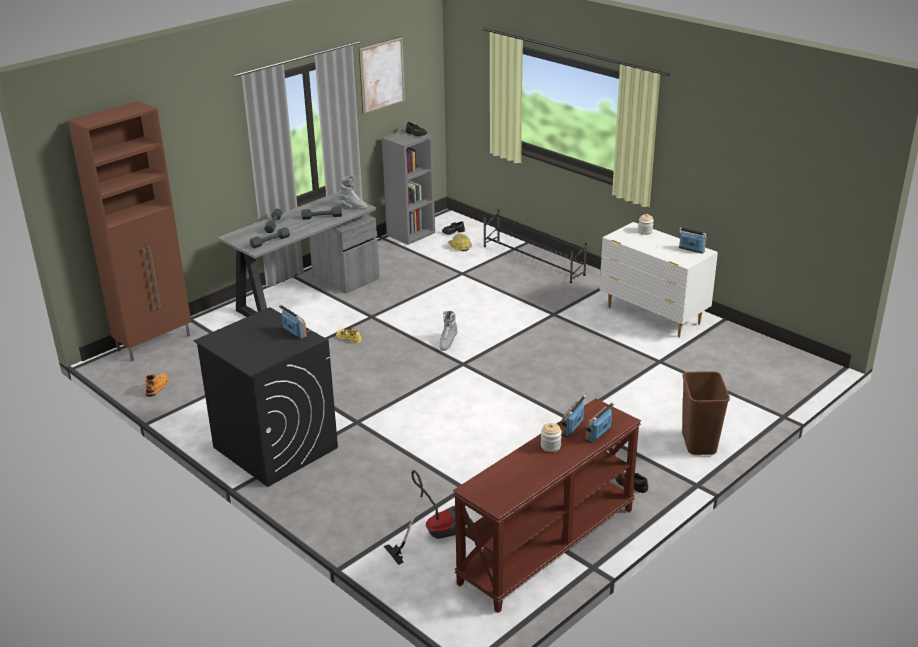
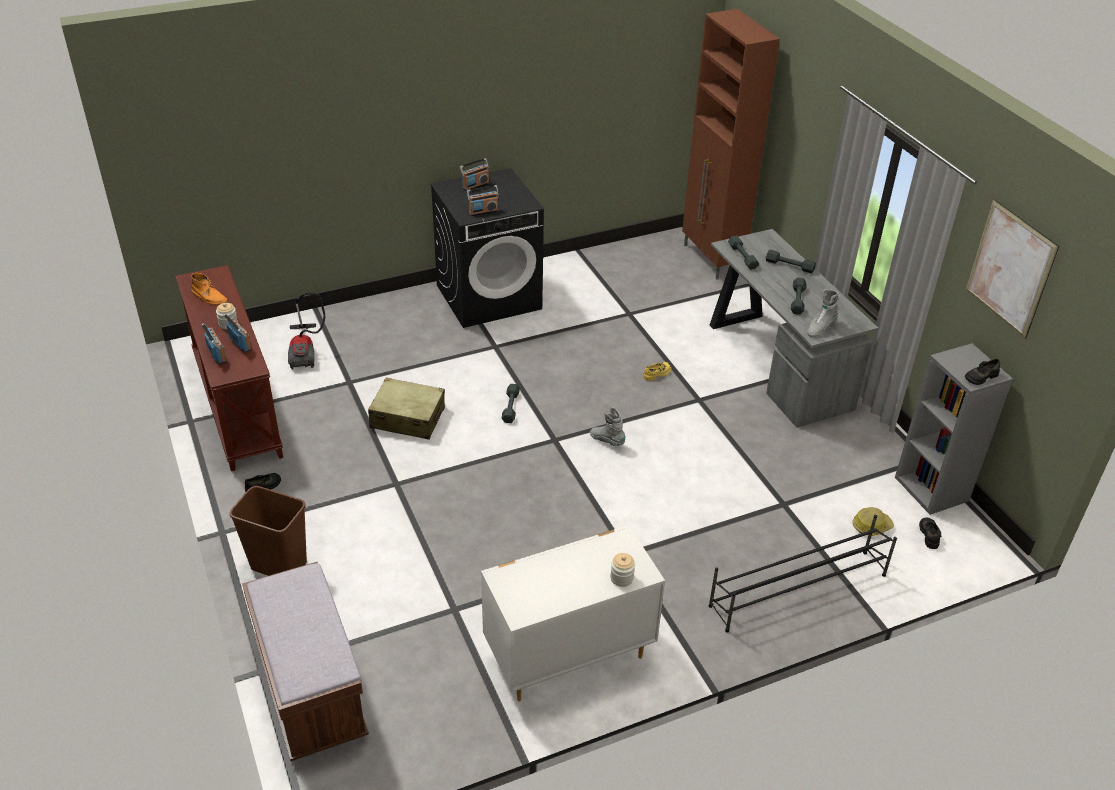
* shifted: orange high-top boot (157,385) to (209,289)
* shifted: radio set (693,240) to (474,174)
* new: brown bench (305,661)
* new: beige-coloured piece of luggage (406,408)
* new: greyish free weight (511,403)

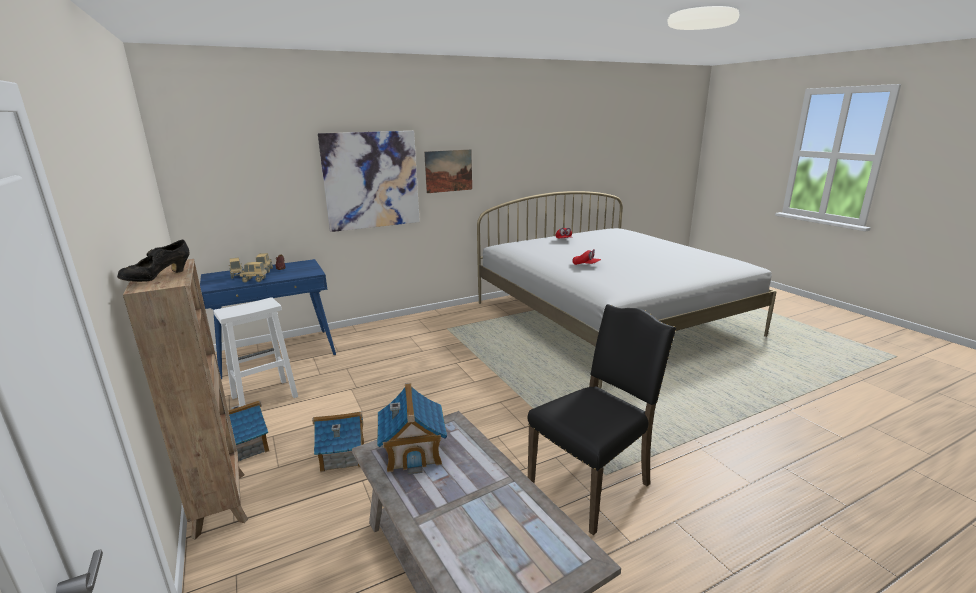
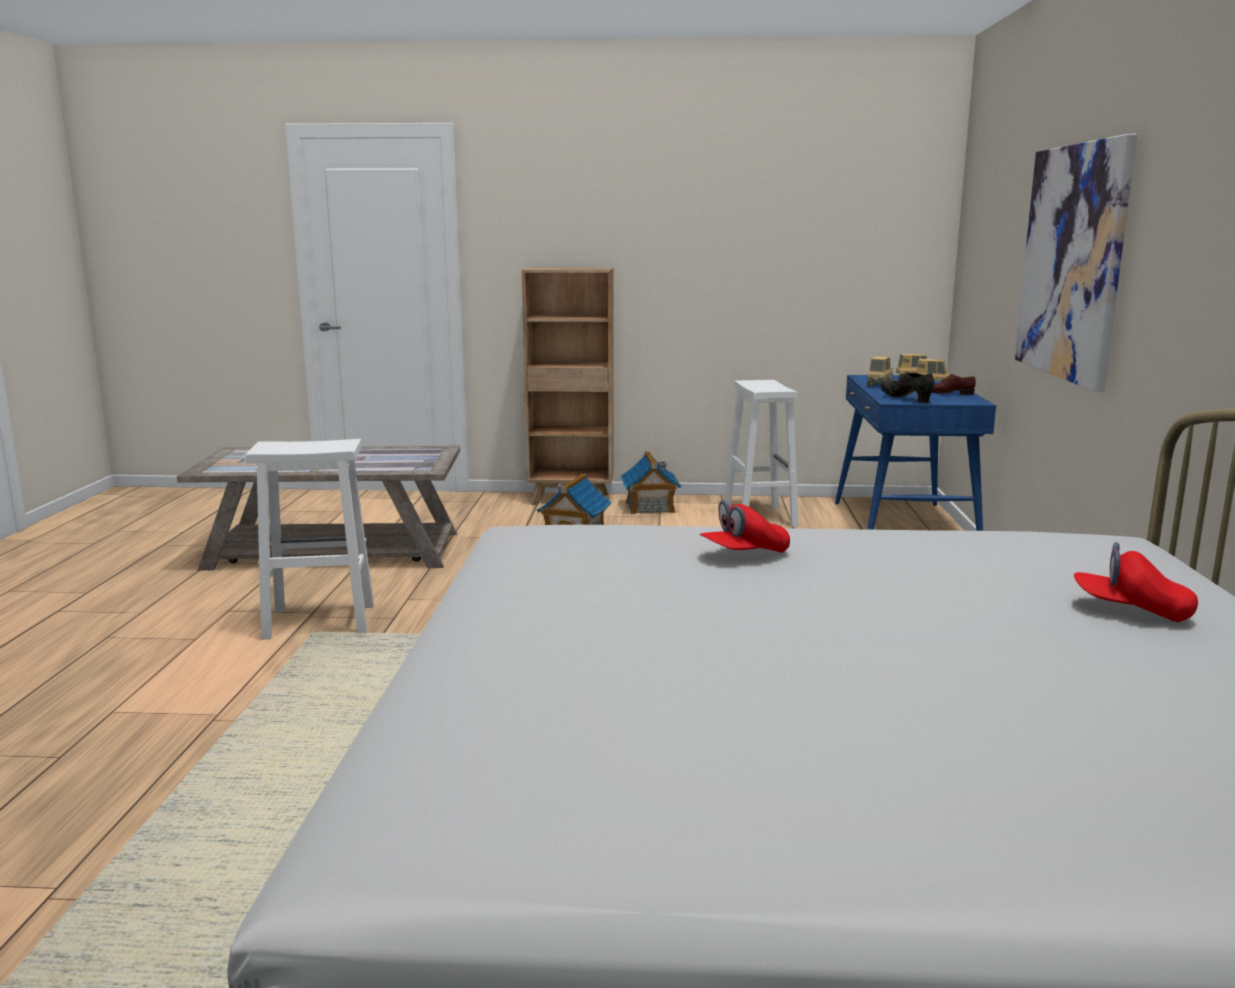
* shifted: black shoe (153,261) to (908,387)
* gone: miniature house (412,429)
* gone: wall picture (448,171)
* swapped: black chair (601,419) to white-coloured sitting stool (310,539)

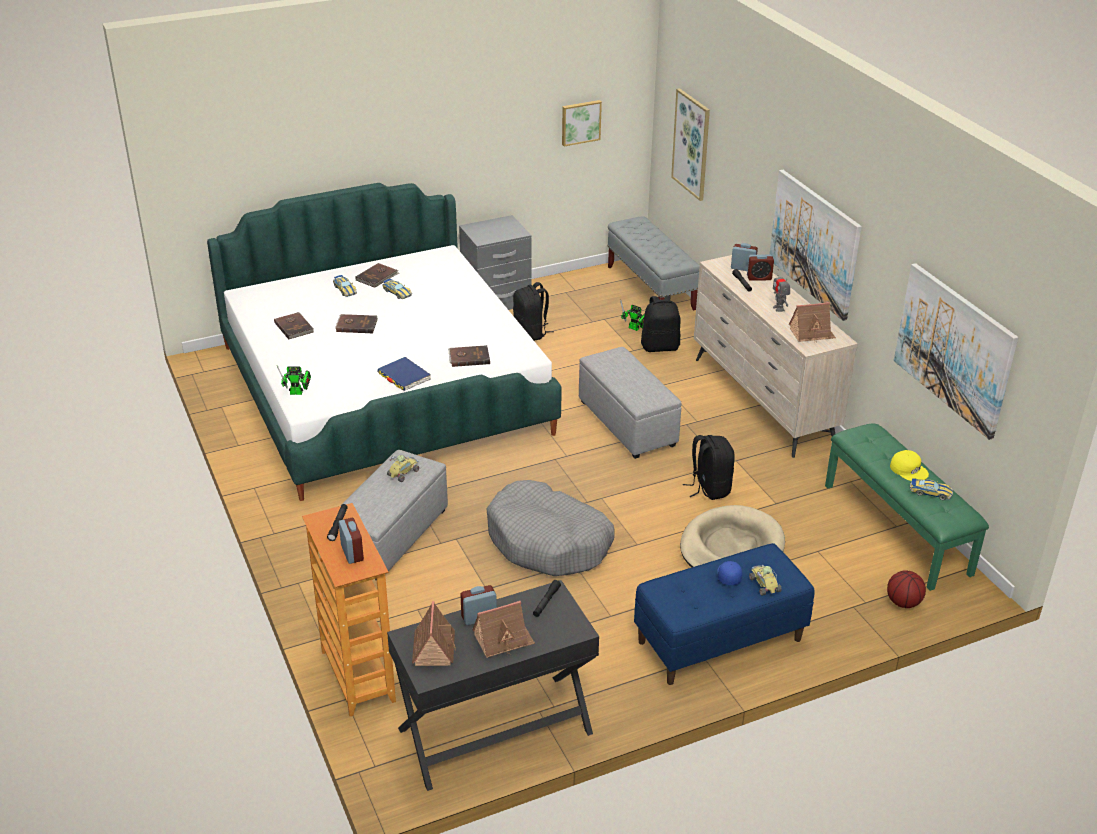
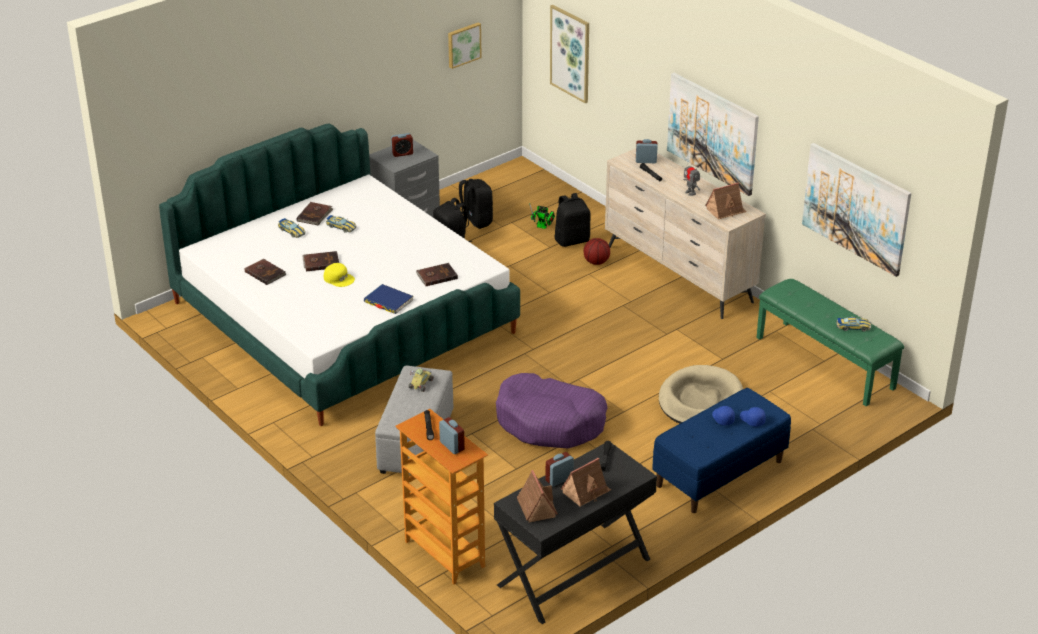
* gone: toy robot (294,380)
* repainted: greyish dog bed (550,528) to purple dog bed (552,410)
* gone: greyish ottoman (630,403)
* gone: greyish bench (653,263)
* shifted: black knapsack (709,467) to (476,204)
* shifted: alarm clock (760,267) to (402,145)
* swapped: toy car (765,580) to blue-coloured peaked cap (753,417)
* shifted: basketball ball (906,589) to (597,251)
* shifted: yellow-coloured peaked cap (909,465) to (339,275)

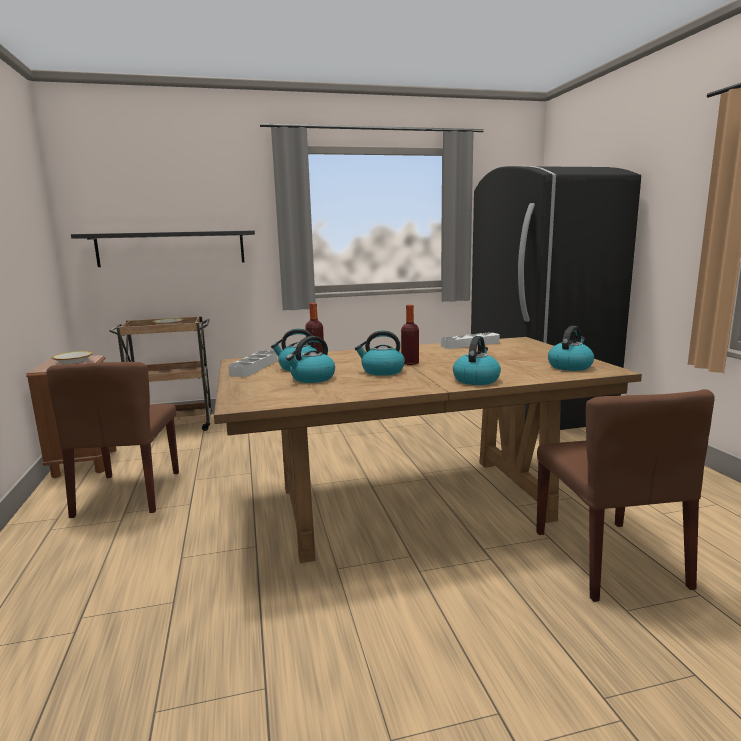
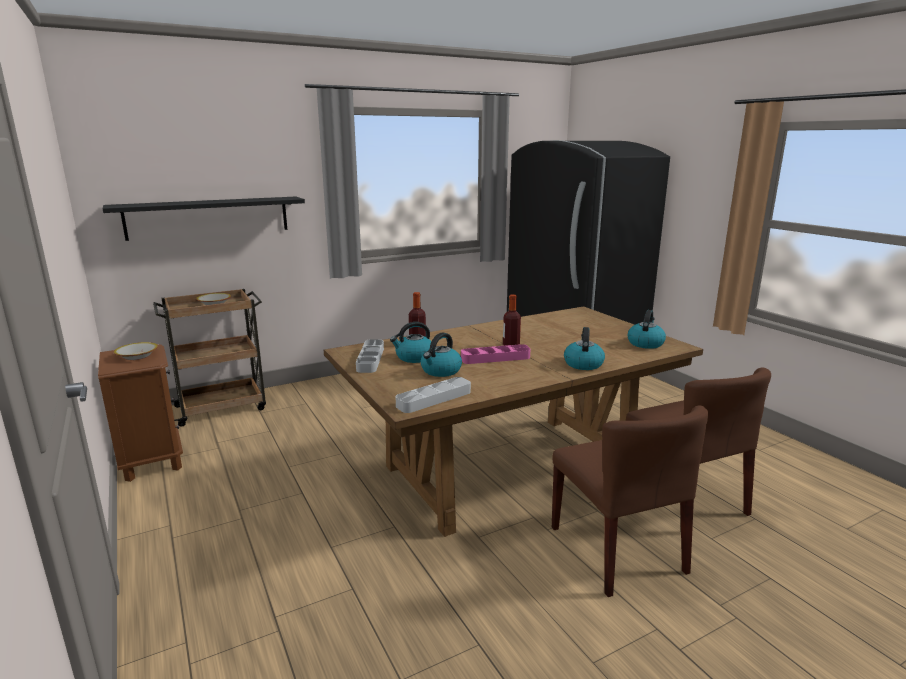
* shifted: brown chair (112,440) to (630,501)
* swapped: tea kettle (380,353) to pink tray (495,354)
* shifted: greyish tray (470,341) to (433,395)

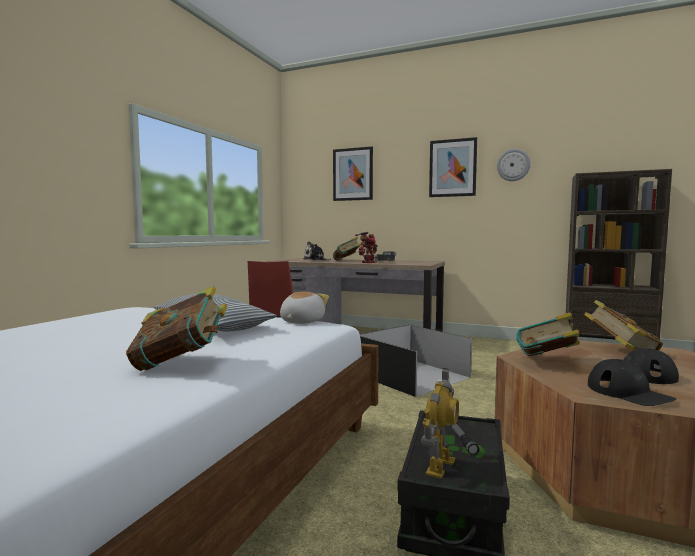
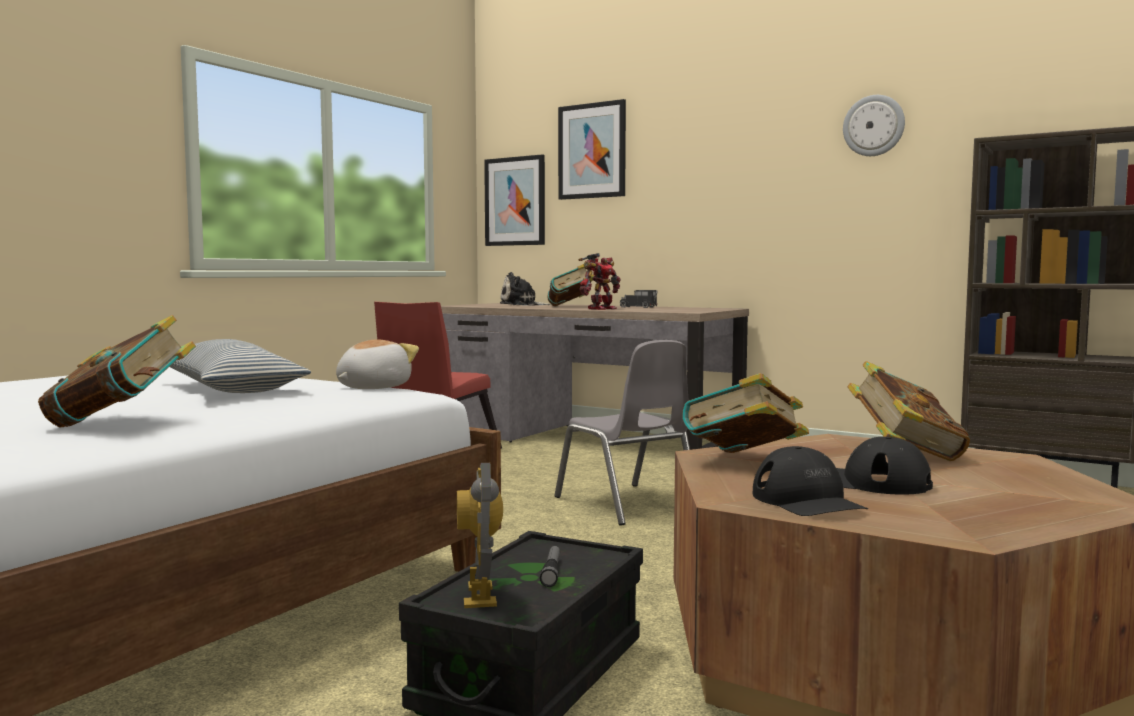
* swapped: black storage bin (416,360) to greyish chair (622,433)
* rotated: toy robot (440,423) = (480,535) 135 degrees clockwise
* shifted: wall picture (453,167) to (514,200)

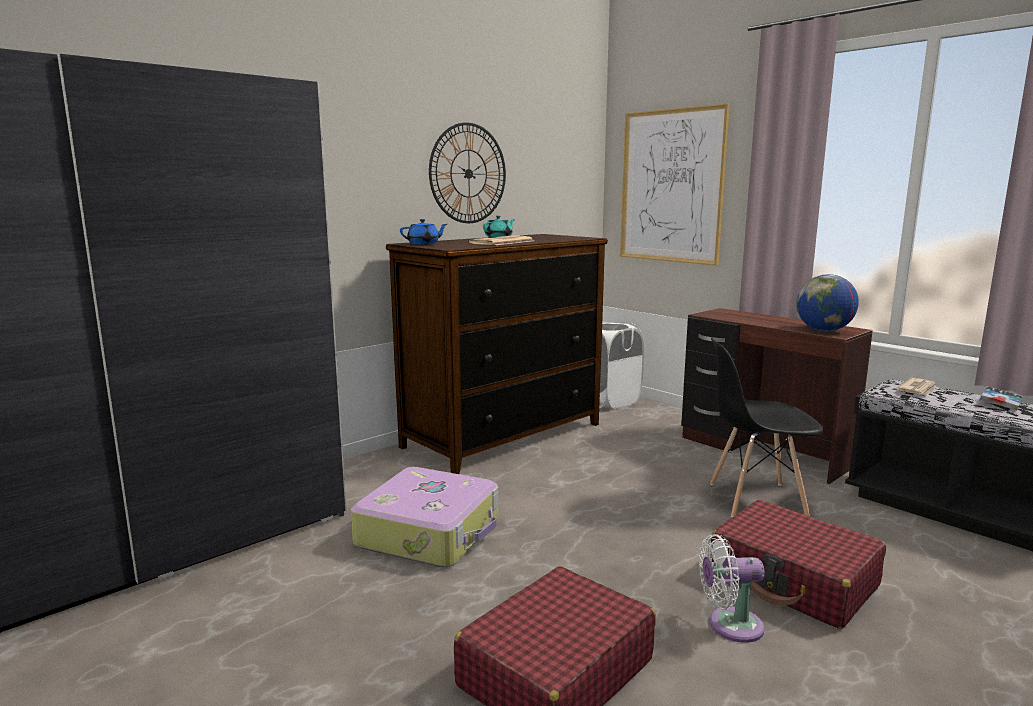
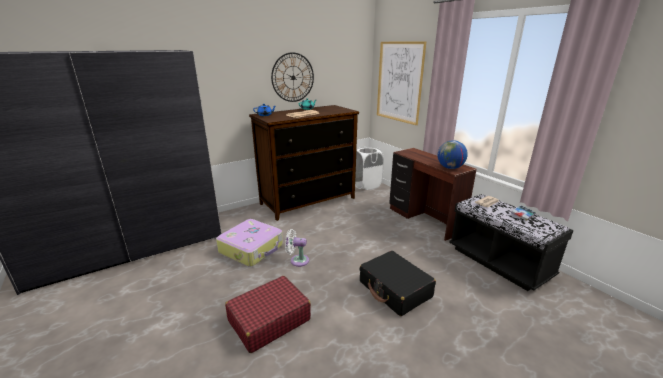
* shifted: white-coloured fan (732,588) to (297,248)
* gone: black chair (767,427)
* repainted: red-coloured piece of luggage (798,564) to black piece of luggage (398,283)

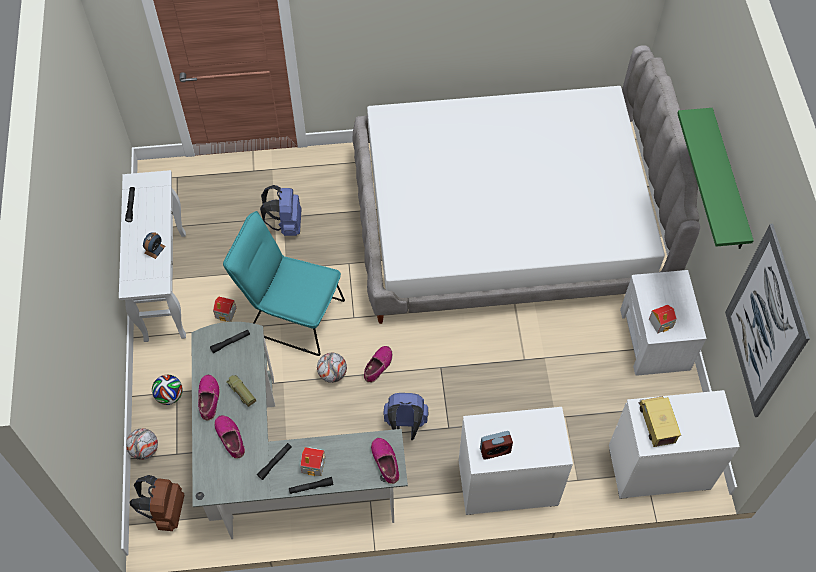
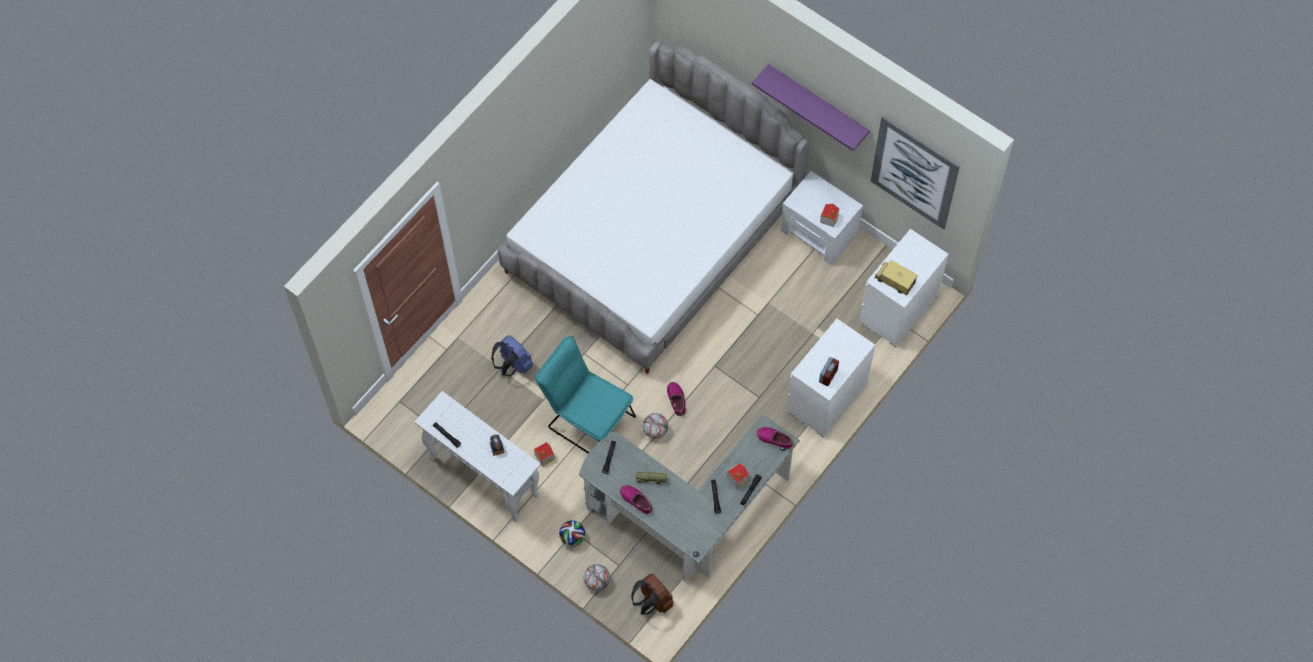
* gone: shoe (229,437)
* rotated: turquoise chair (284,283) = (585,395) 60 degrees clockwise
* gone: blue-coloured knapsack (406,416)
* repainted: greenish bracket shelf (715,178) to purple bracket shelf (811,107)

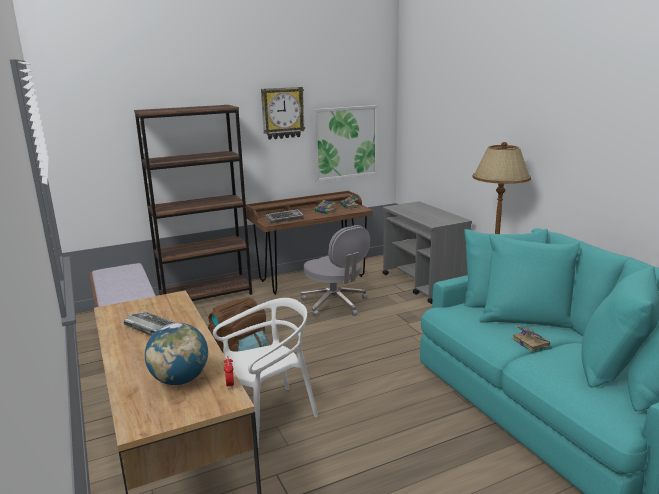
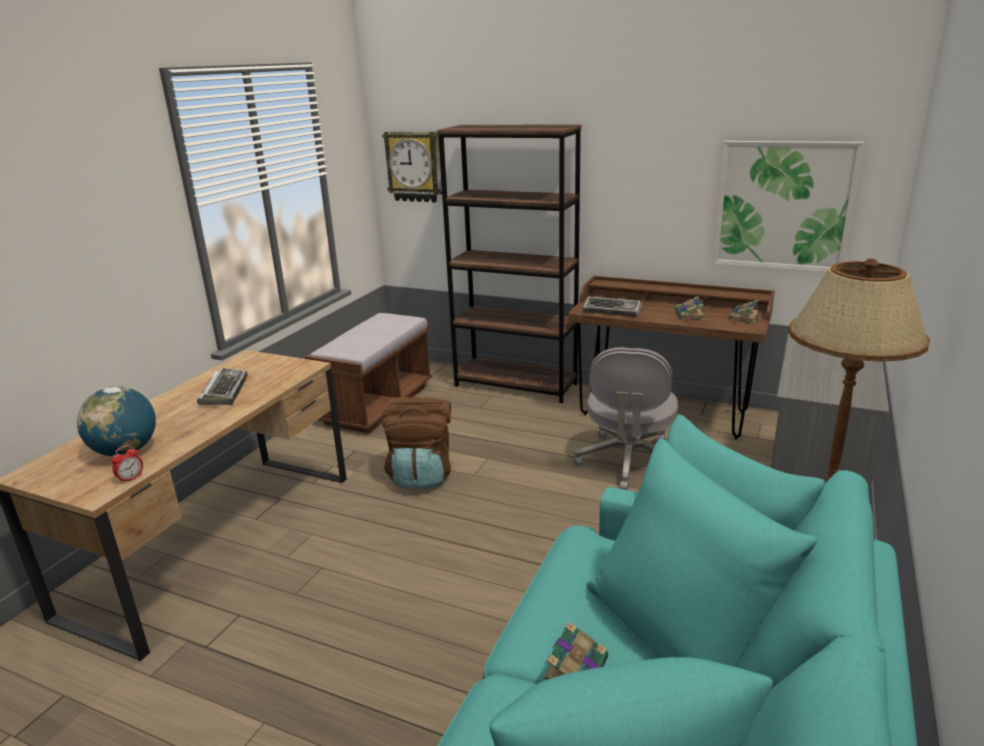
* gone: white-coloured chair (265,371)
* shifted: wall clock (283,113) to (412,167)

